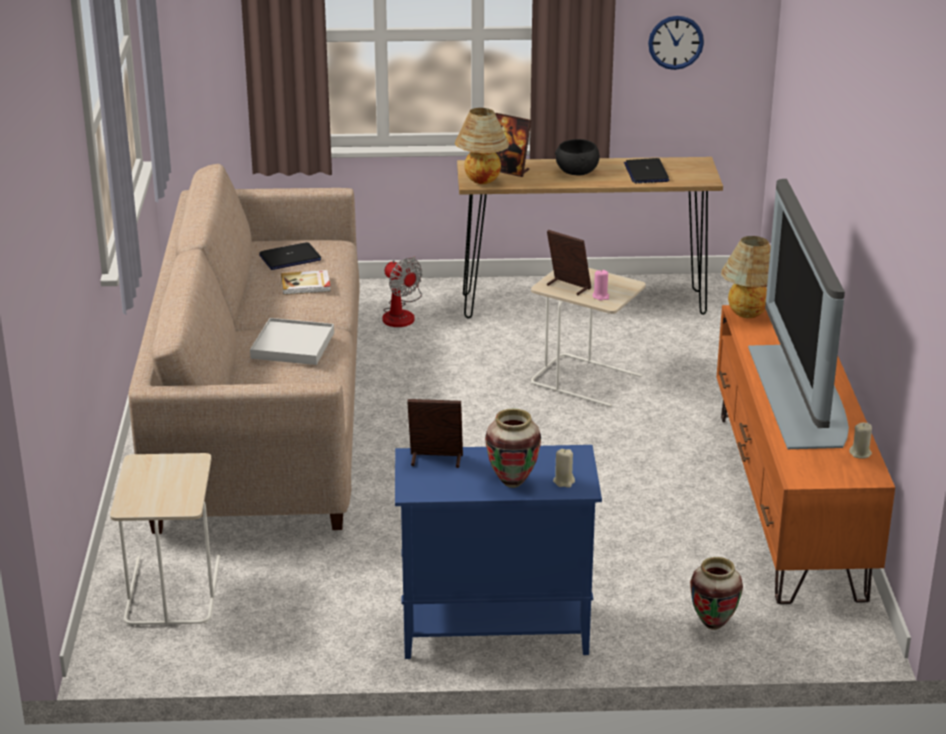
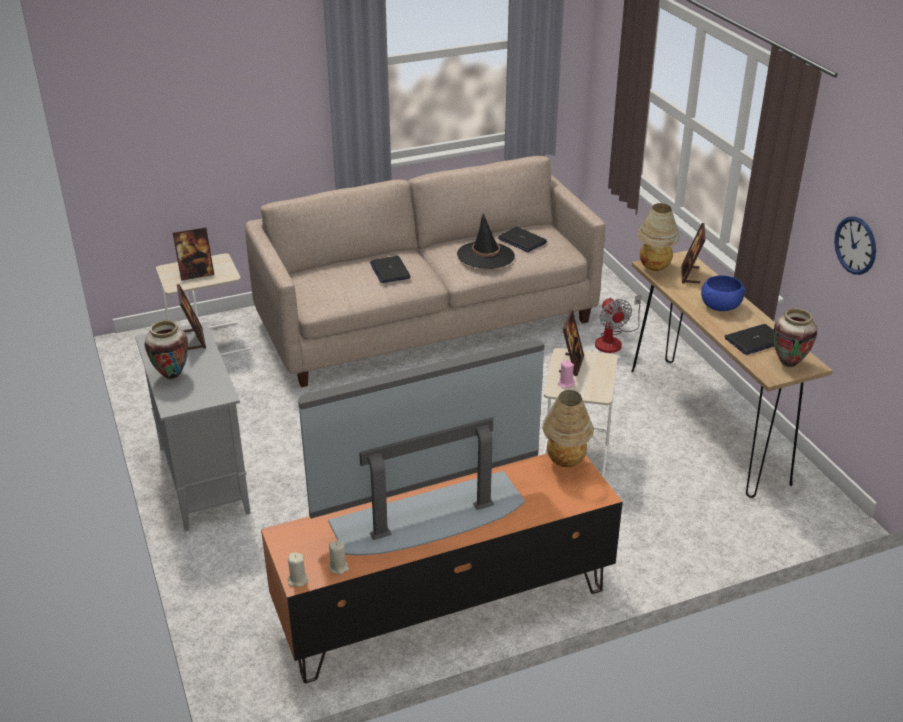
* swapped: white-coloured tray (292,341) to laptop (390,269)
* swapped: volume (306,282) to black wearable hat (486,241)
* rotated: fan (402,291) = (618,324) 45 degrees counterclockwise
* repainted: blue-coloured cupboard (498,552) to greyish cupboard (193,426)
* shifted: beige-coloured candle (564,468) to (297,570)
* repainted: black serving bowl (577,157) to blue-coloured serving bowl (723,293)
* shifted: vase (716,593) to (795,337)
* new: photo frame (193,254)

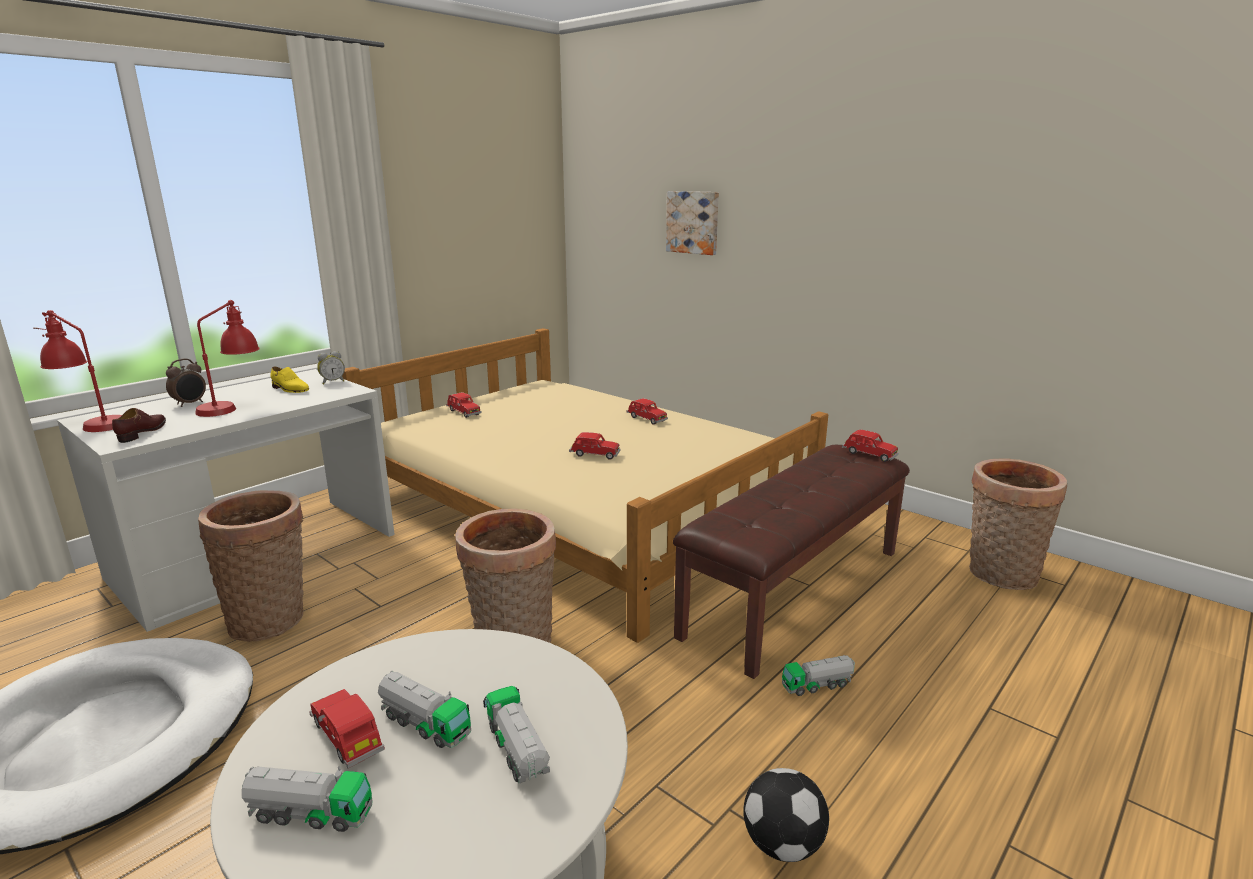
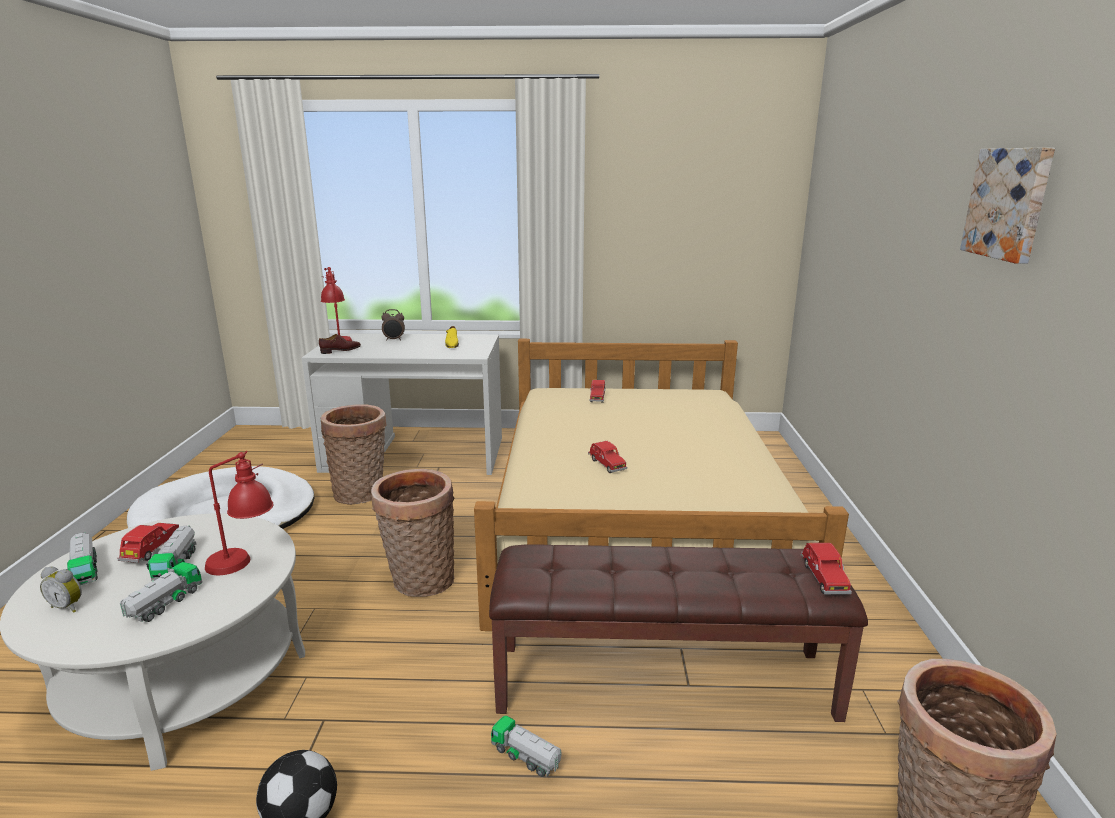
* shifted: red-coloured lamp for a table (227,358) to (239,513)
* shifted: alarm clock (331,367) to (61,589)
* gone: red-coloured toy car (647,411)
* shifted: wall picture (692,223) to (1007,206)

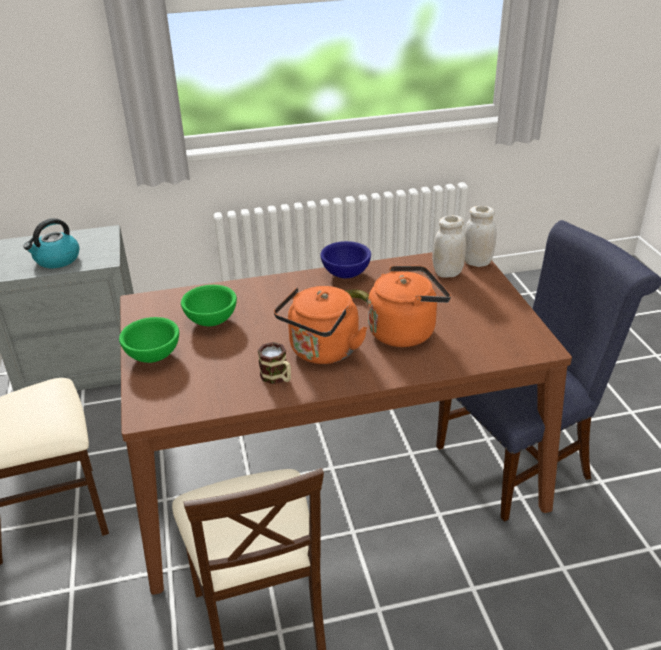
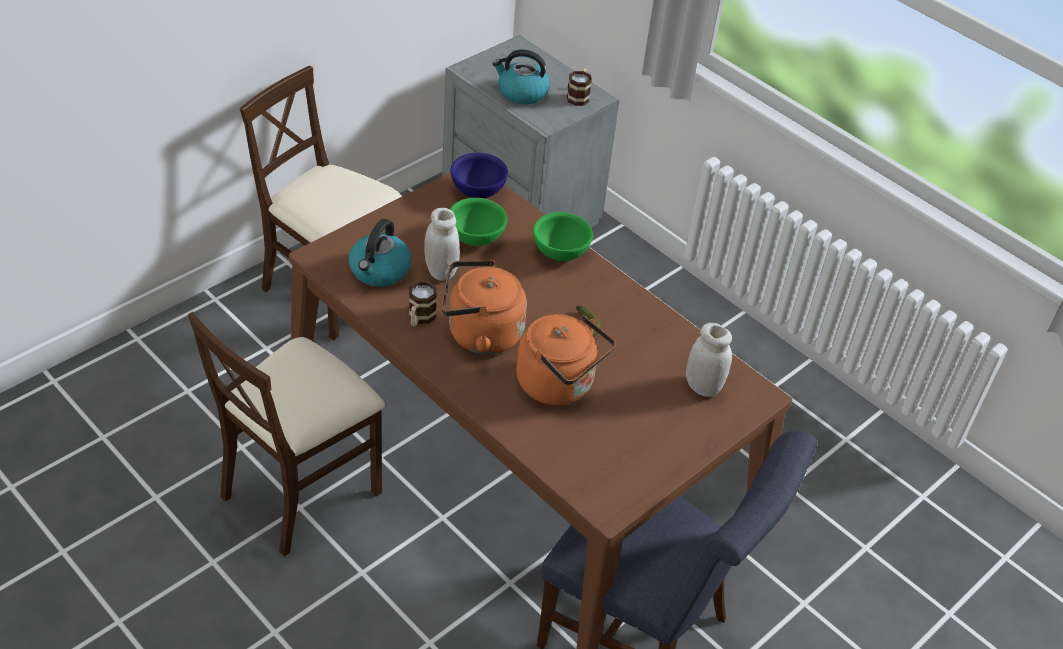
* shifted: greenish serving bowl (149,340) to (563,236)
* shifted: blue-coloured serving bowl (345,259) to (479,175)
* shifted: white-coloured storage jar (480,236) to (442,244)
* new: tea kettle (380,253)
* new: mug (579,87)

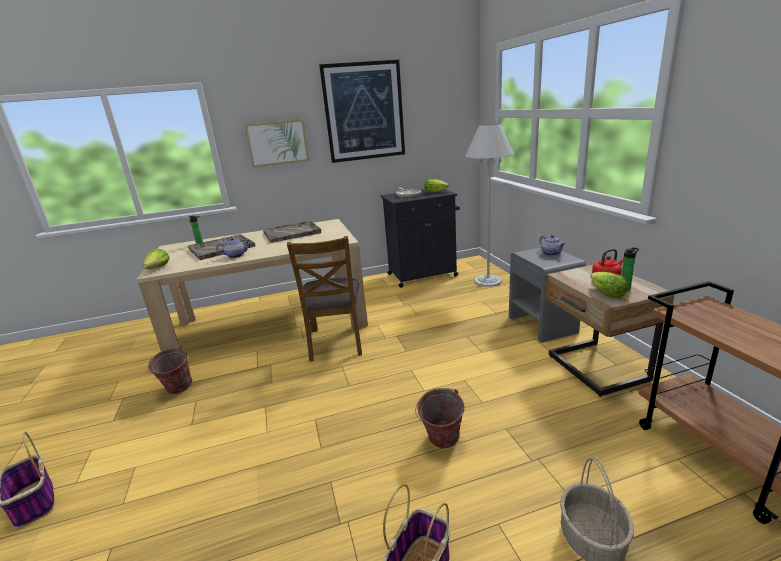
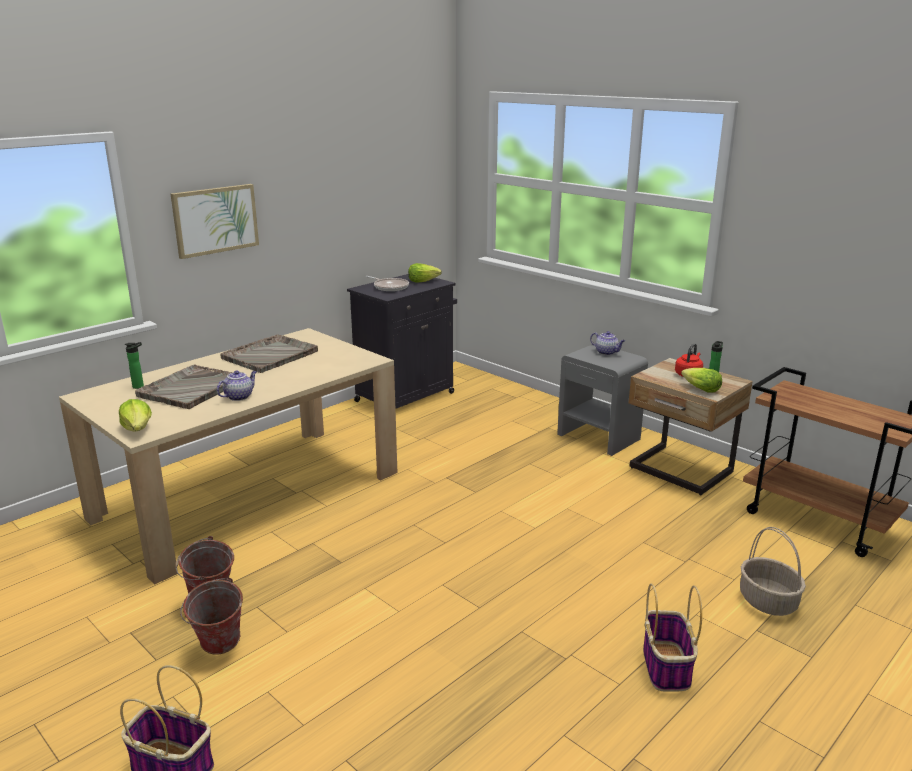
* gone: brown chair (324,298)
* gone: wall picture (362,111)
* shifted: water bucket (439,418) to (211,616)
* gone: white-coloured standing lamp (489,205)

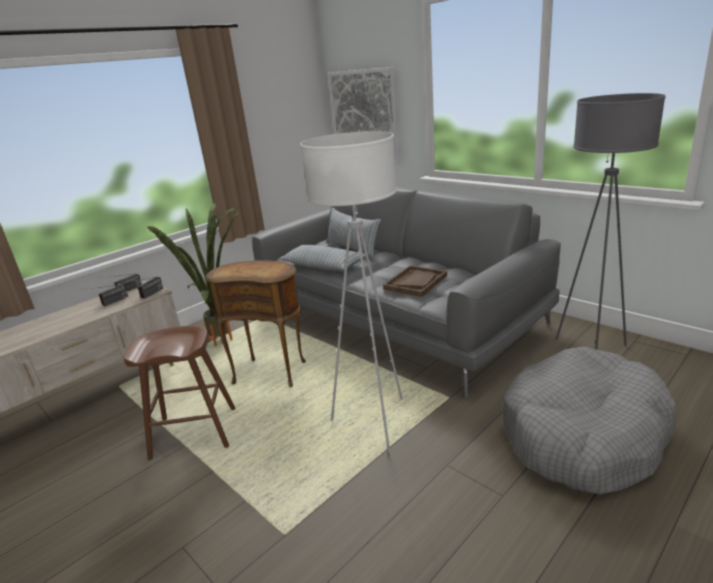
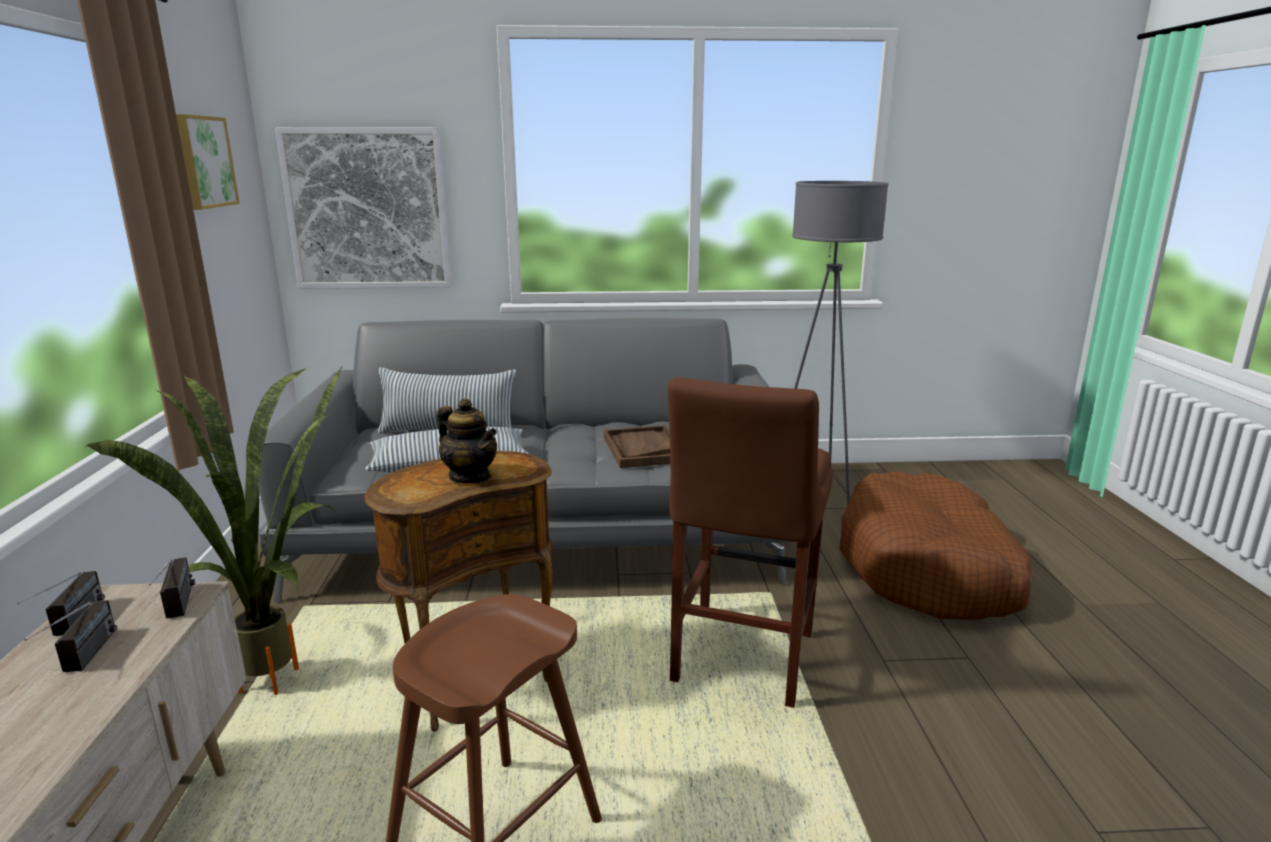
* swapped: white-coloured standing lamp (351,291) to brown sitting stool (750,542)
* repainted: greyish dog bed (589,421) to brown dog bed (935,545)
* new: wall picture (208,162)
* new: pot for tea (467,440)

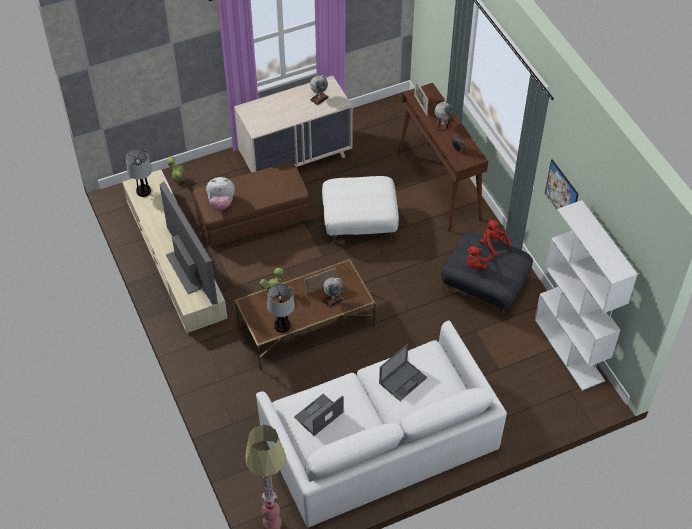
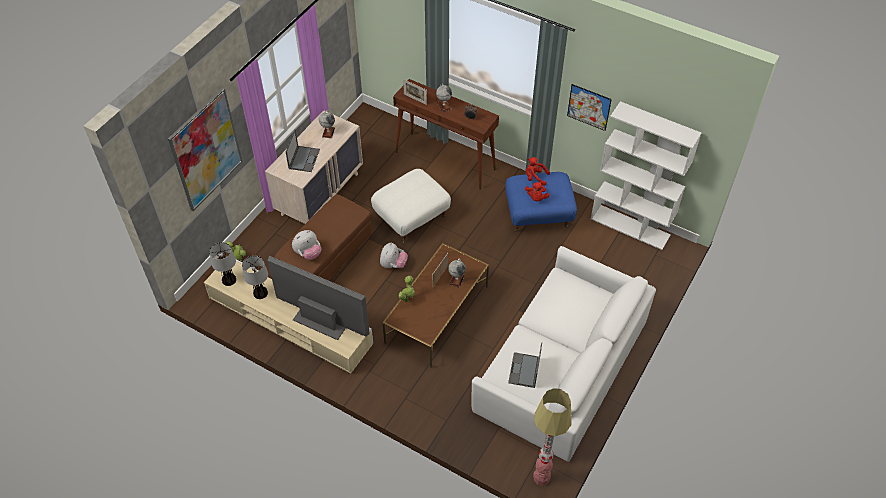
* shifted: lamp for a table (281,308) to (255,277)
* shifted: laptop (403,372) to (303,150)
* repainted: greyish ottoman (487,273) to blue-coloured ottoman (541,202)
* new: wall picture (205,149)
* new: plush toy (394,255)

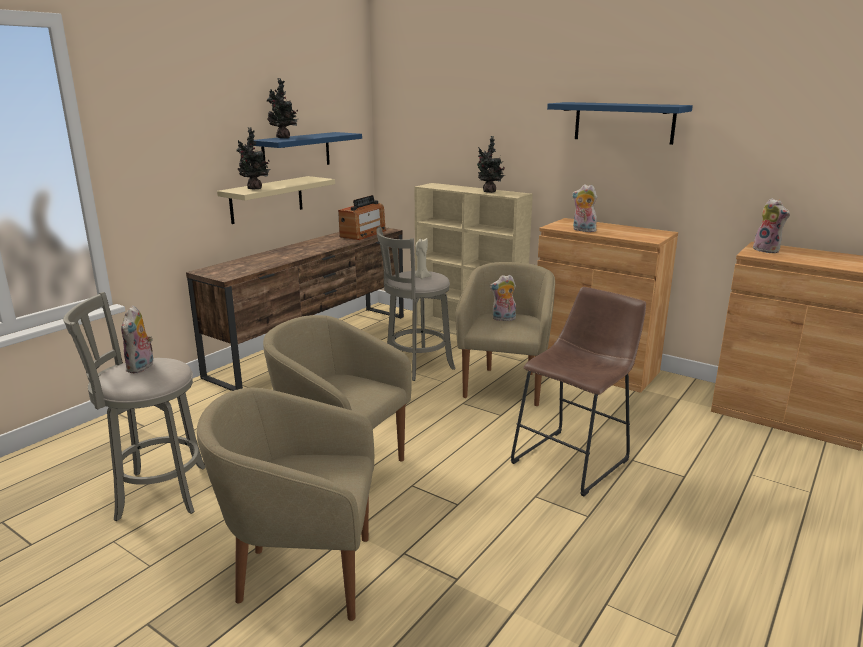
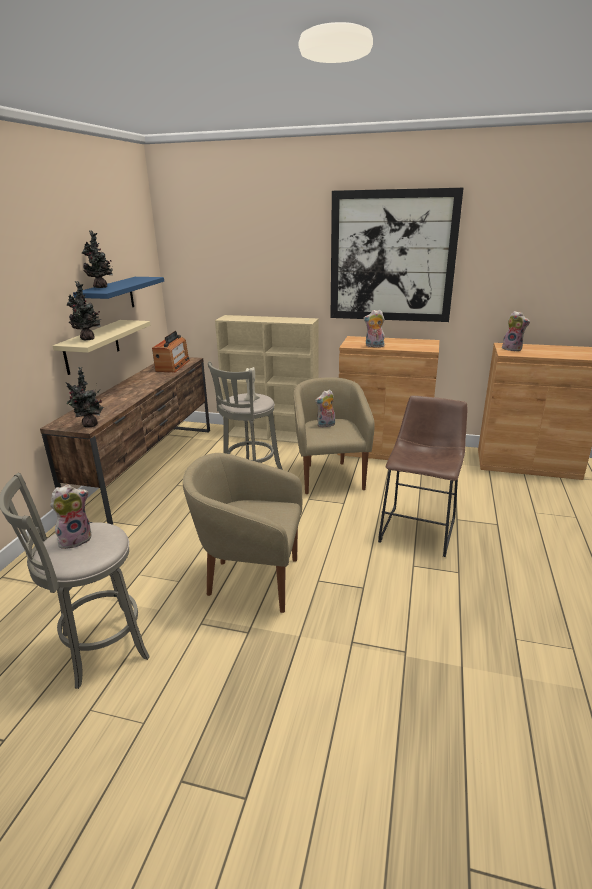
* rotated: plush toy (137,339) = (71,516) 105 degrees counterclockwise
* gone: beige-coloured lounge chair (285,504)
* shifted: plant in a pot (491,164) to (85,397)
* swapped: blue-coloured bracket shelf (620,123) to wall picture (397,255)

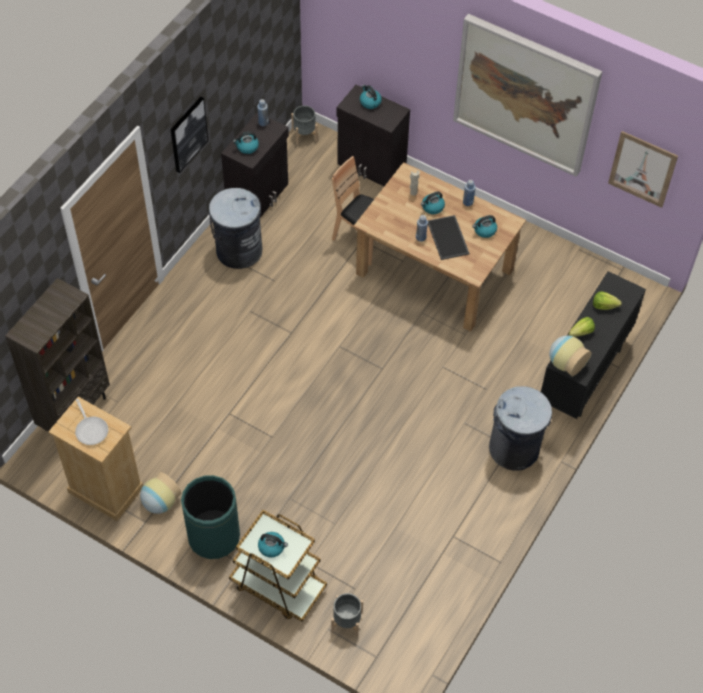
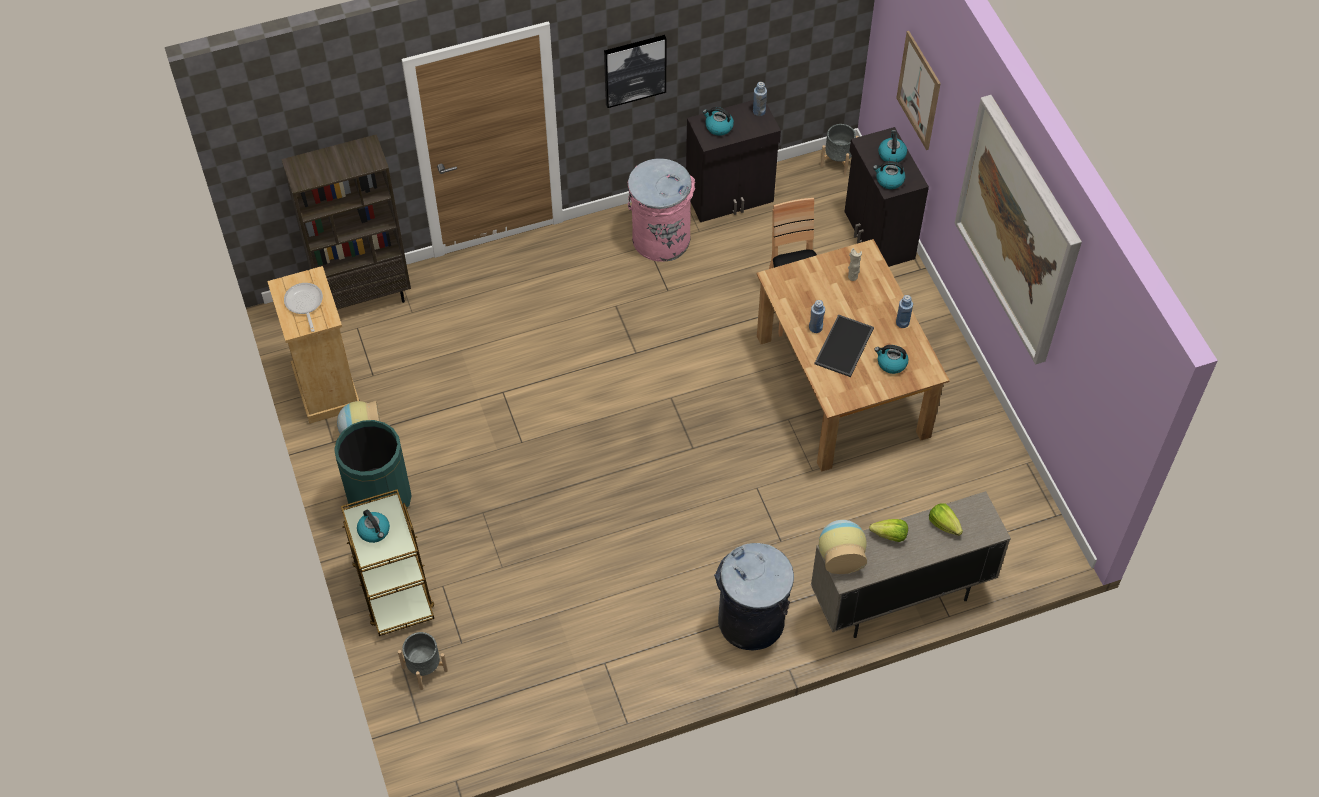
* rotated: pan (91,422) = (303,307) 150 degrees clockwise
* repainted: greyish trash can (236,228) to pink trash can (661,210)
* shifted: tea kettle (433,203) to (889,175)
* repainted: black cupboard (593,345) to beige-coloured cupboard (911,564)
* shifted: wall picture (643,169) to (918,90)

